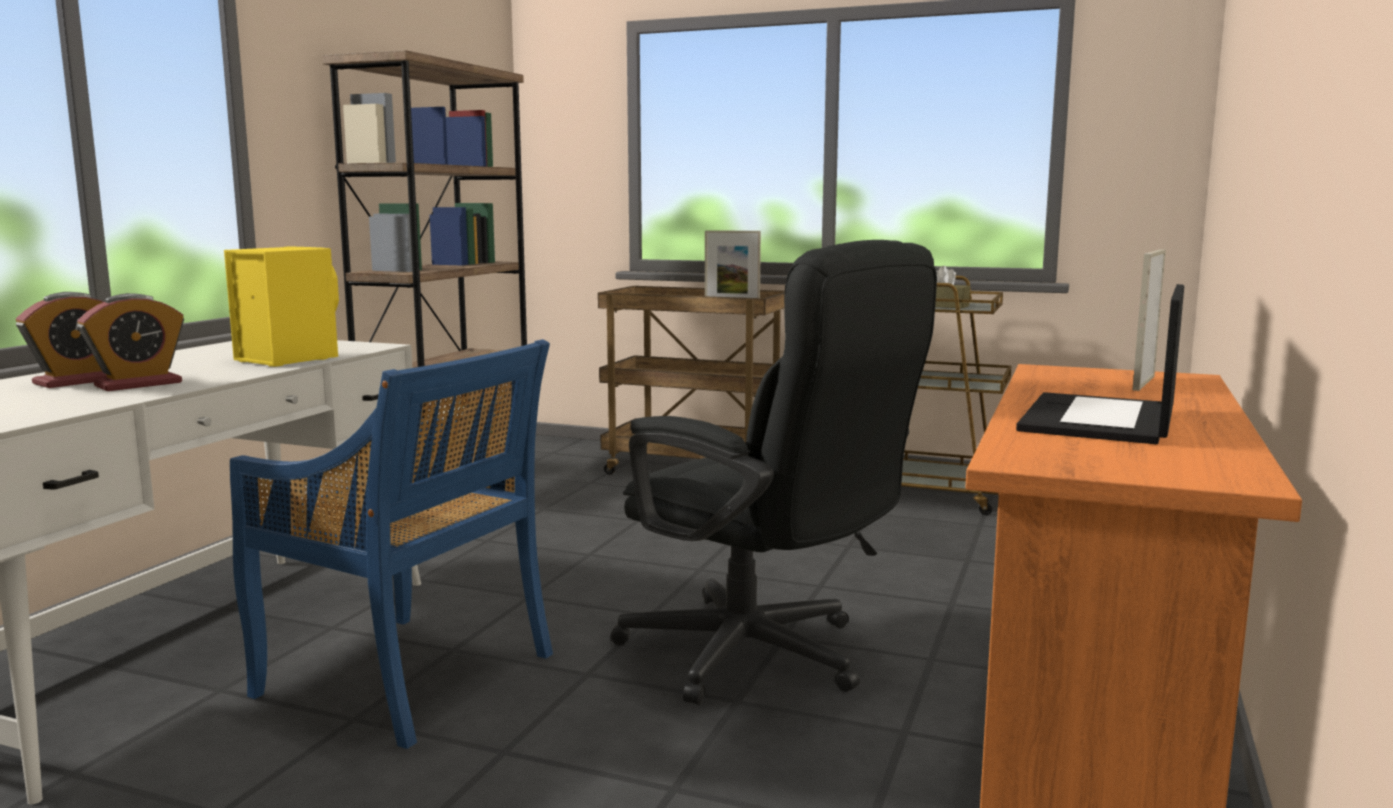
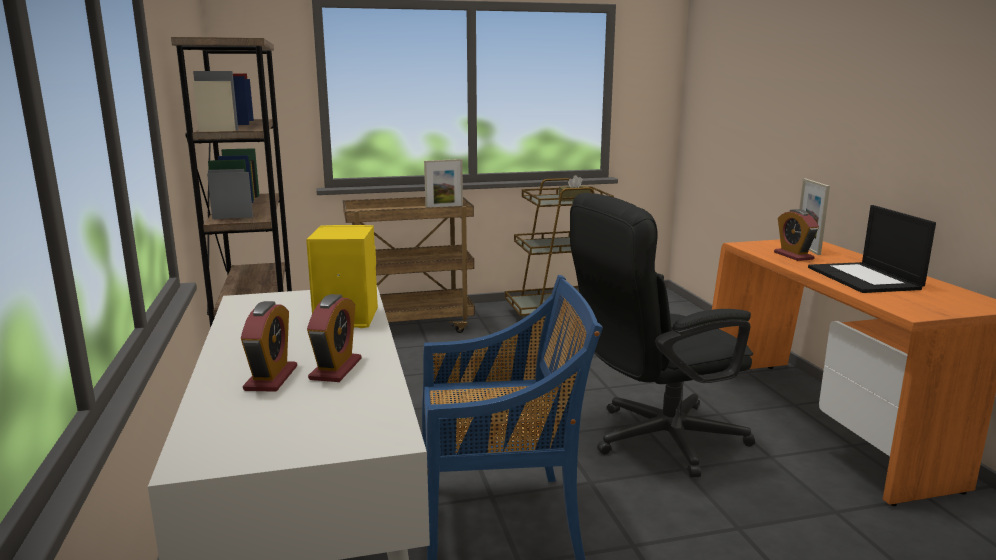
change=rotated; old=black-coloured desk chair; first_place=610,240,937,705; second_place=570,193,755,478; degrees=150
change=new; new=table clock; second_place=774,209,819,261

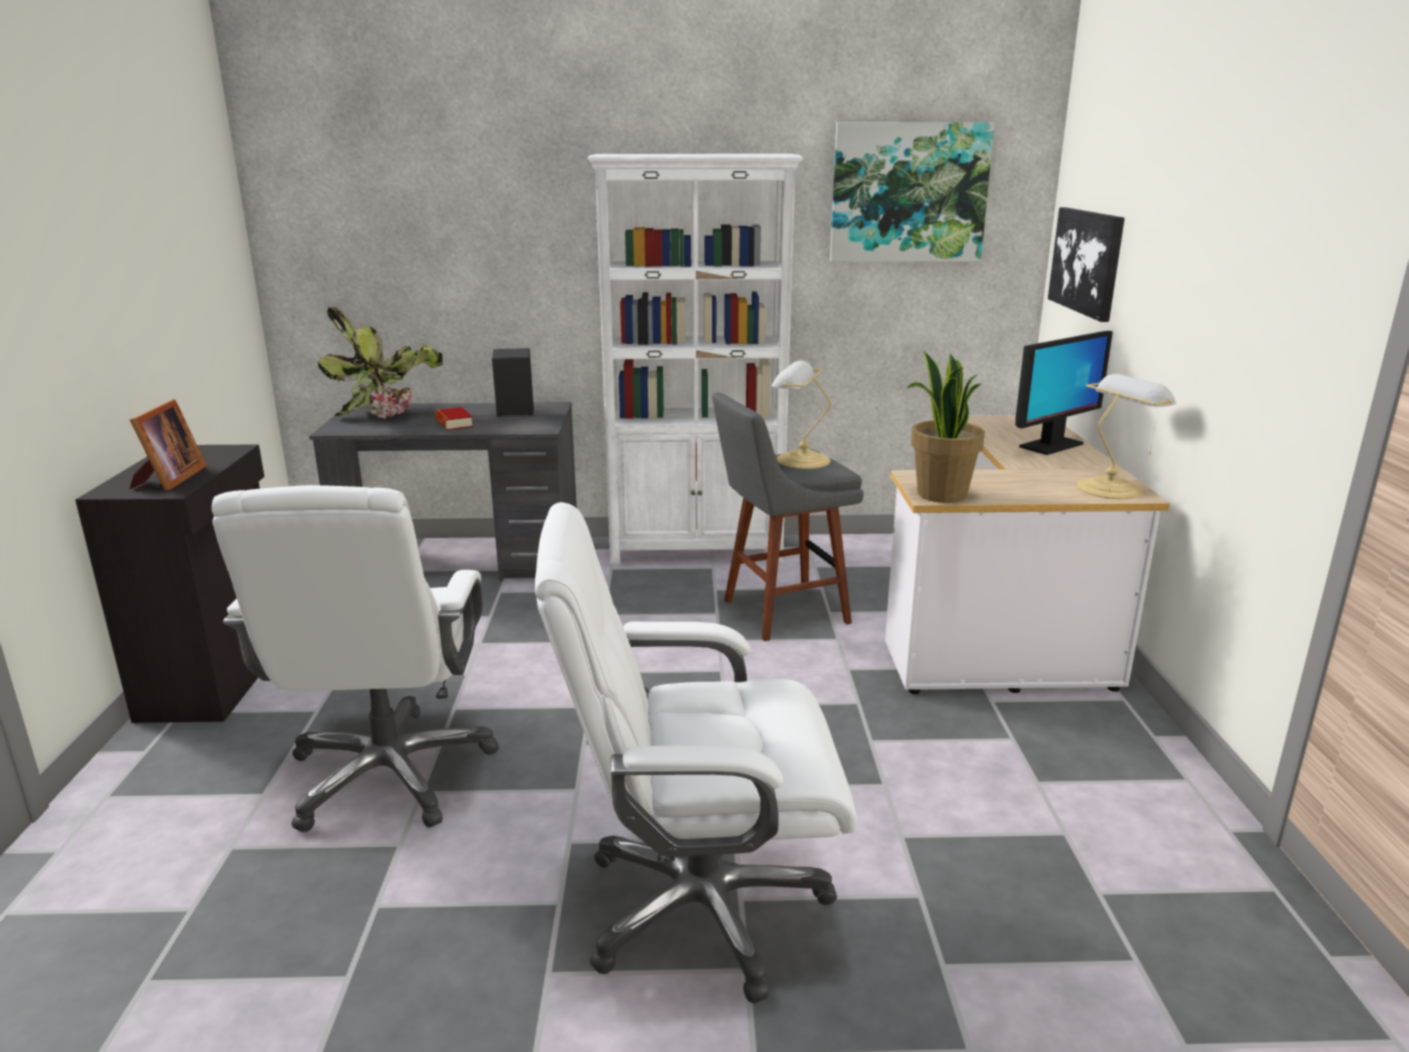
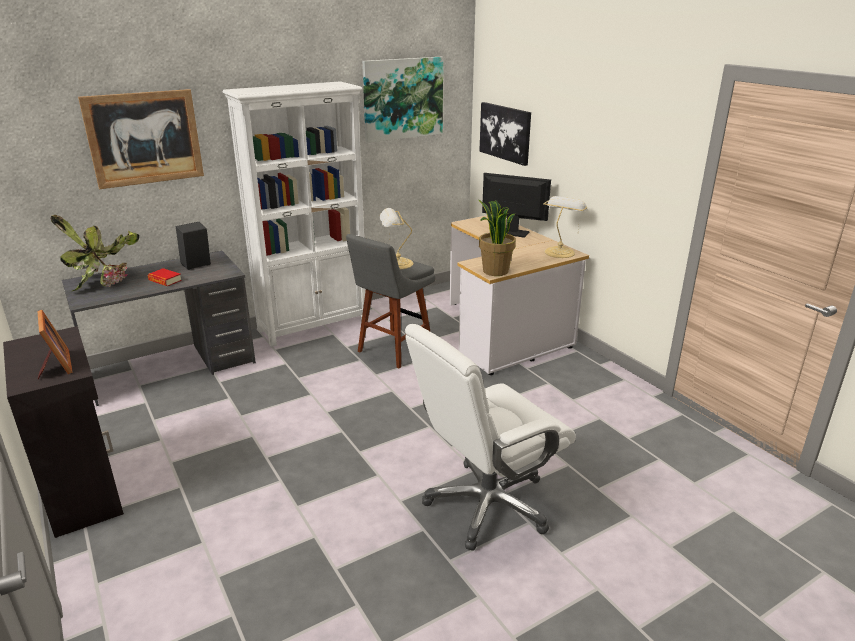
change=new; new=wall picture; second_place=78,89,204,189
change=rotated; old=computer screen; first_place=1015,331,1113,455; second_place=482,173,551,238; degrees=-90
change=gone; old=whitish desk chair; first_place=212,485,499,832

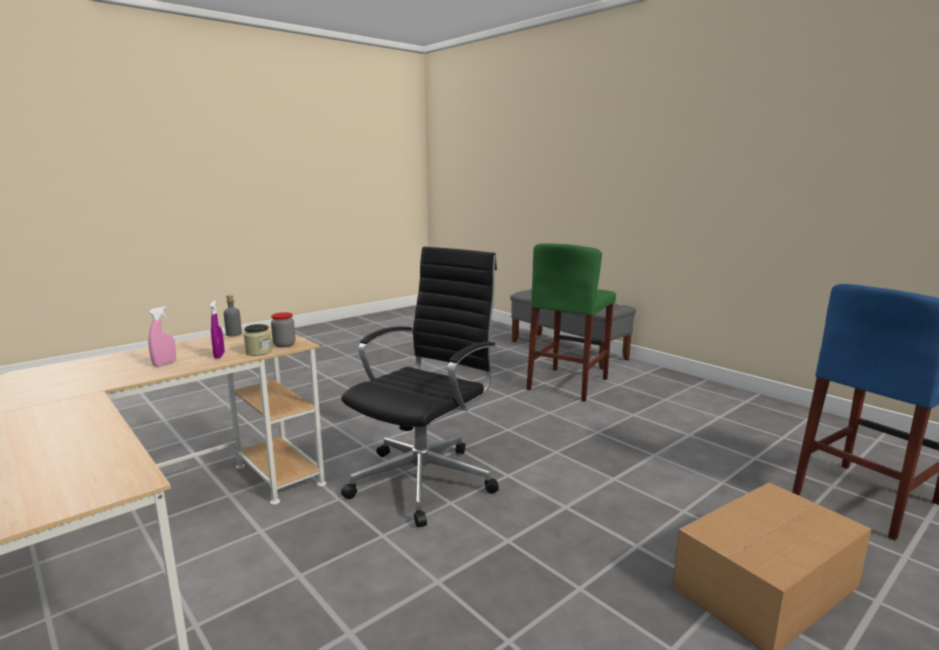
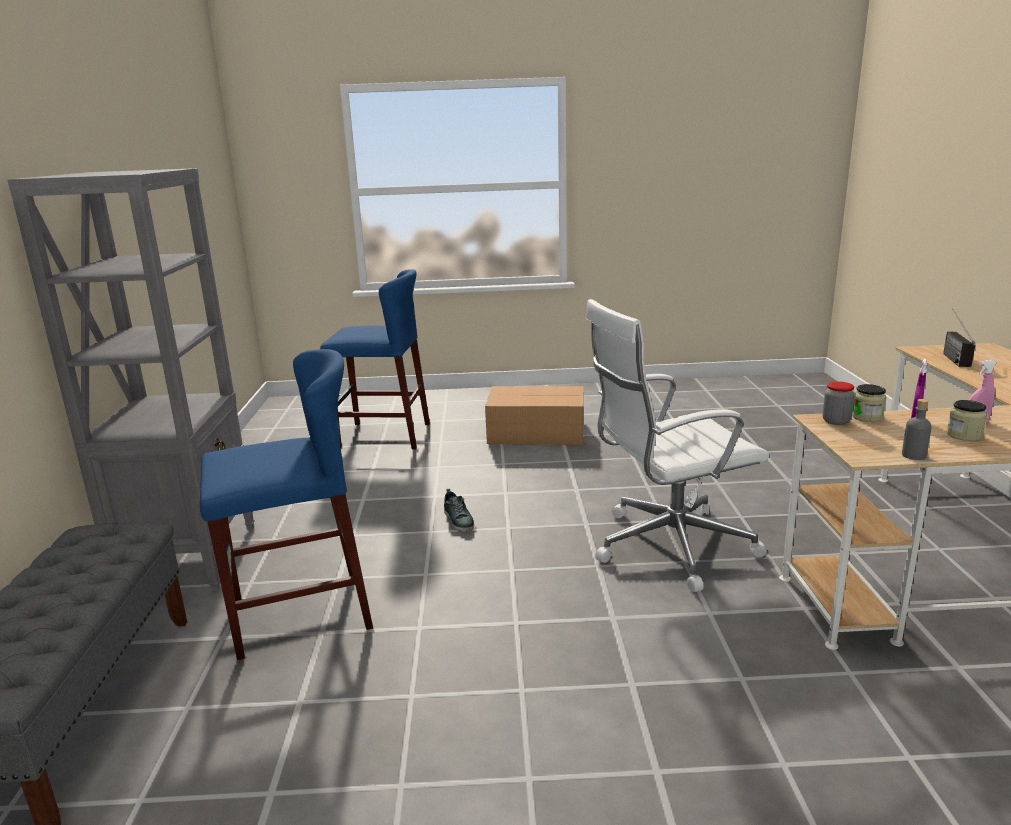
change=new; new=greyish shelving unit; second_place=7,168,255,591
change=repainted; old=green stool seat; new=blue-coloured stool seat; first_place=527,243,616,402; second_place=200,349,373,660
change=new; new=item of footwear; second_place=444,489,474,532
change=repainted; old=black-coloured desk chair; new=whitish desk chair; first_place=341,247,499,527; second_place=585,299,769,592
change=new; new=radio; second_place=943,308,975,367
change=new; new=jar; second_place=947,400,987,441

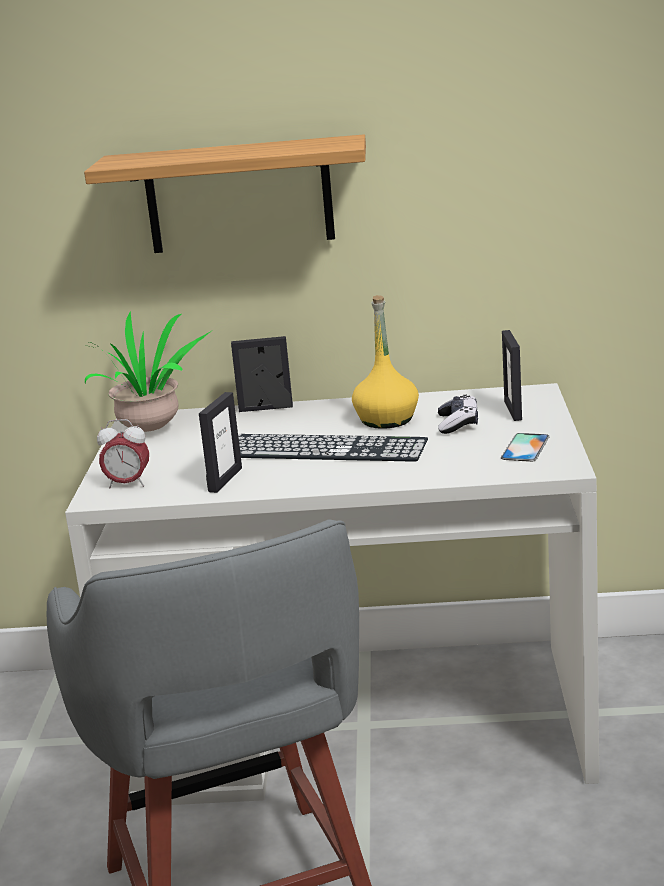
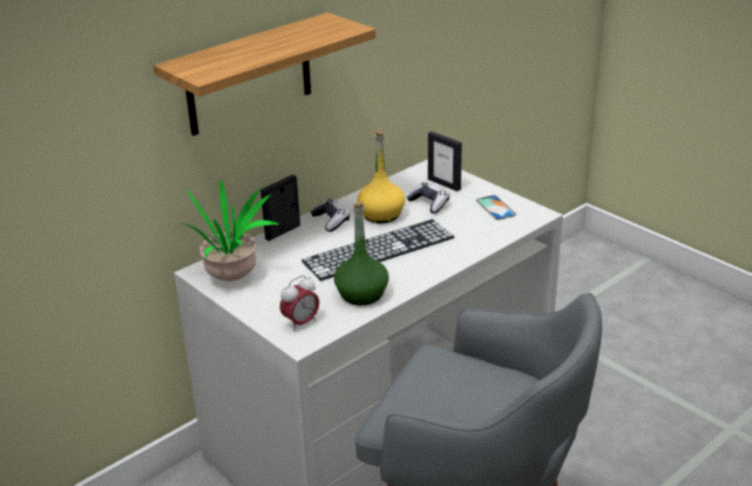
change=new; new=game controller; second_place=311,199,350,232
change=swapped; old=standing frame; new=green beverage bottle; first_place=199,392,242,493; second_place=334,202,389,305

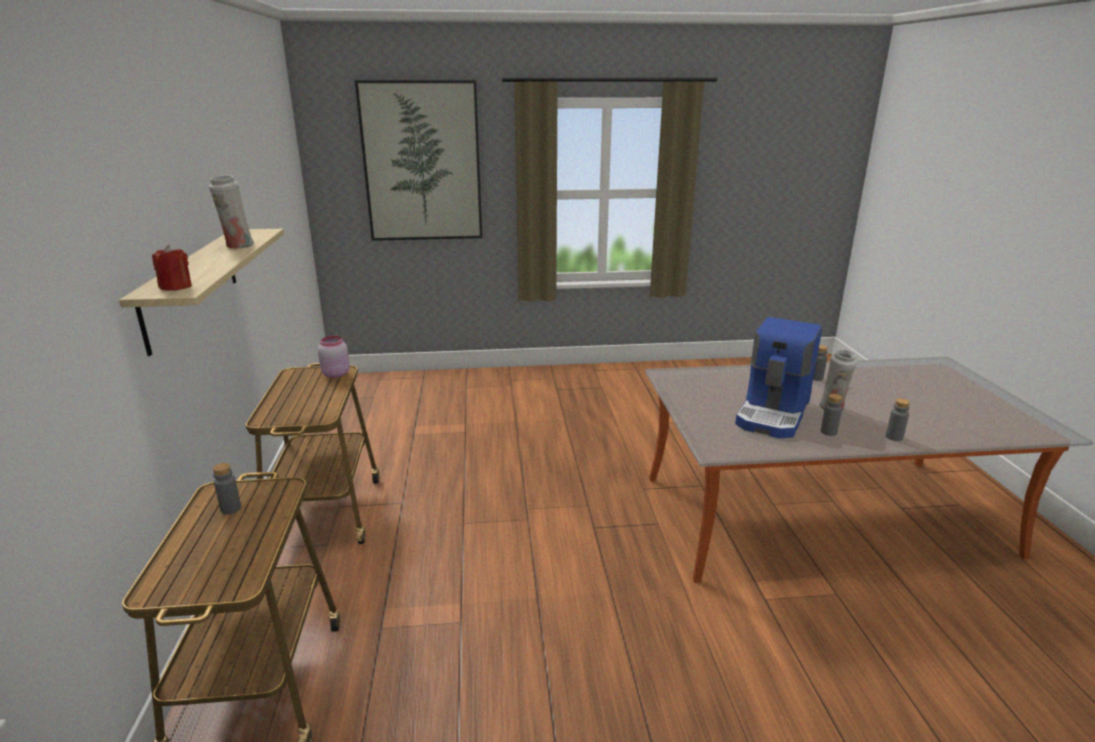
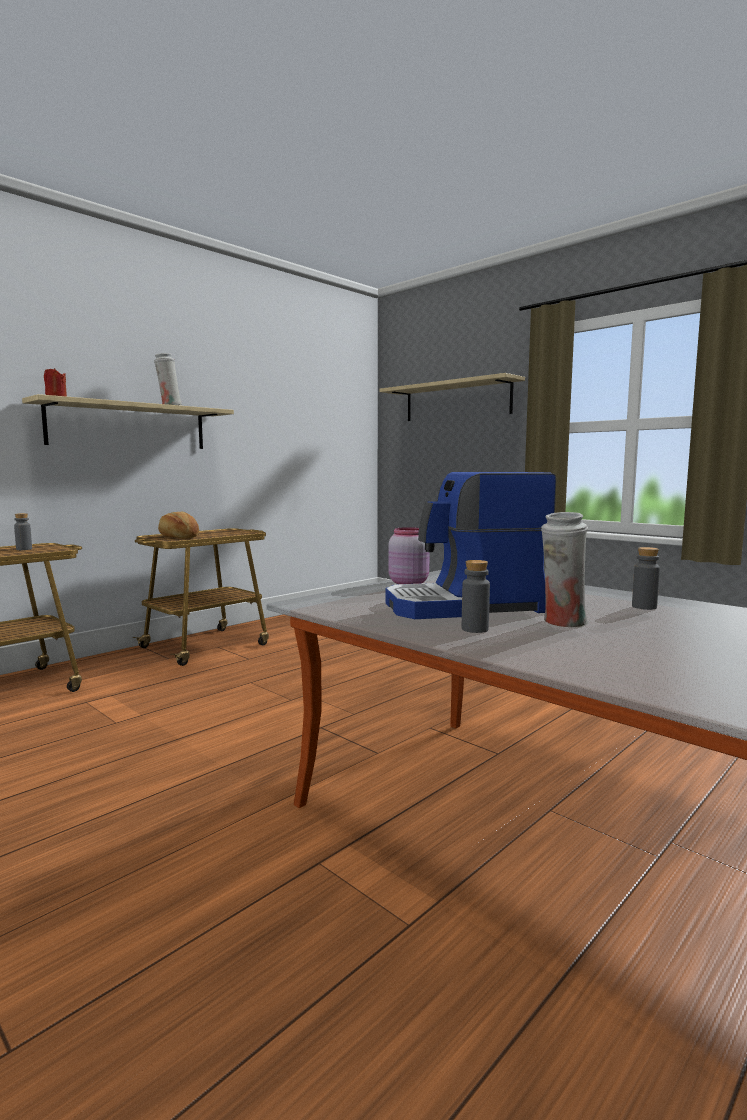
change=new; new=bread; second_place=158,512,199,539
change=swapped; old=wall picture; new=wall shelf; first_place=355,80,482,241; second_place=379,373,525,421
change=shifted; old=pink-coloured jar; first_place=318,336,350,378; second_place=388,527,430,584
change=gone; old=greyish beverage bottle; first_place=886,398,910,441

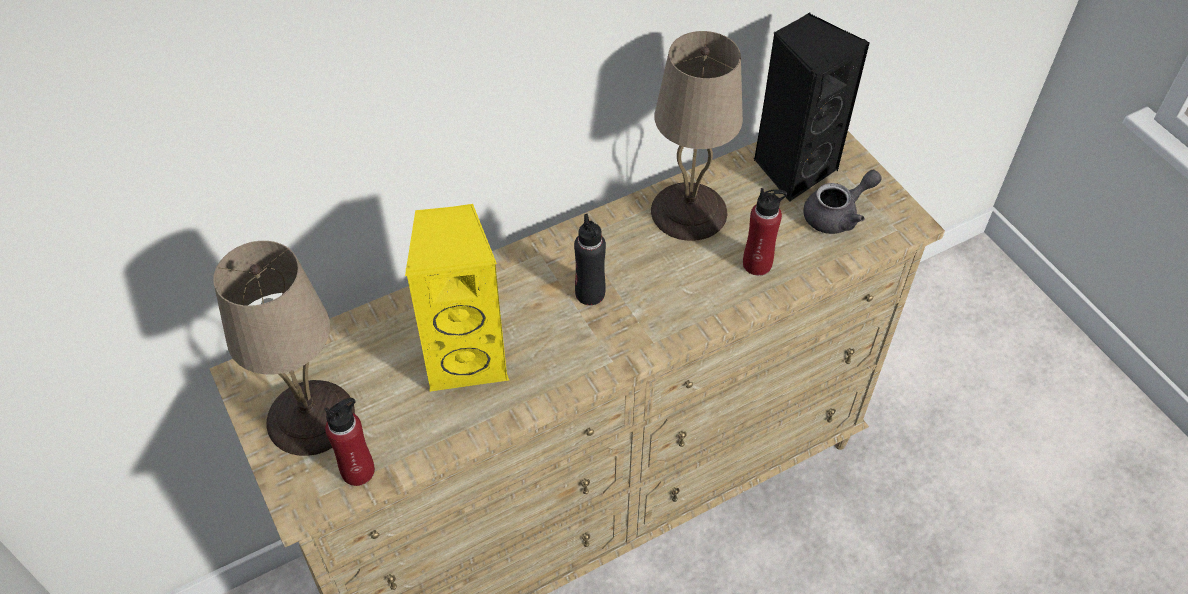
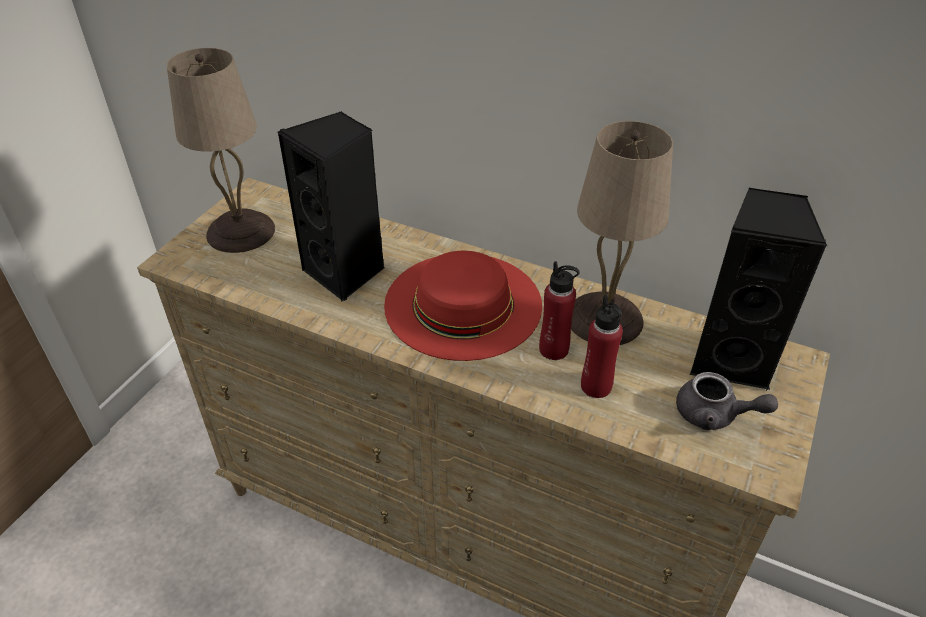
change=repainted; old=yellow-coloured audio speaker; new=black-coloured audio speaker; first_place=405,204,509,392; second_place=277,111,384,302
change=swapped; old=black-coloured beverage bottle; new=red-coloured clothing hat; first_place=574,214,606,305; second_place=384,251,542,361
change=shifted; old=red-coloured beverage bottle; first_place=325,398,375,486; second_place=539,261,580,360

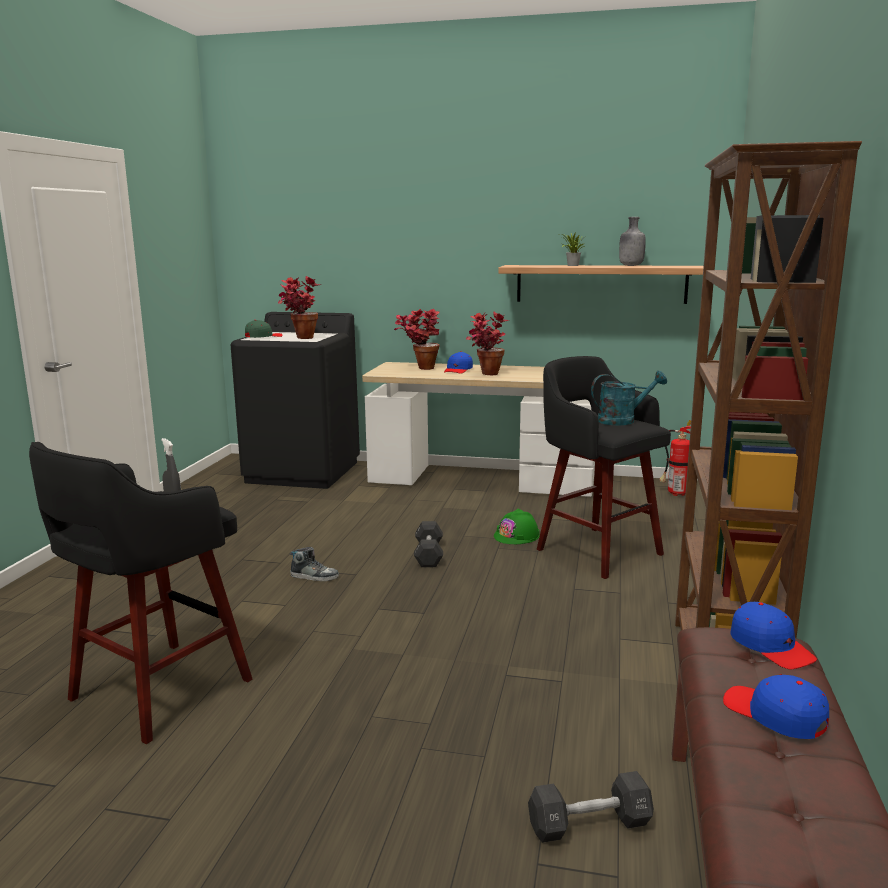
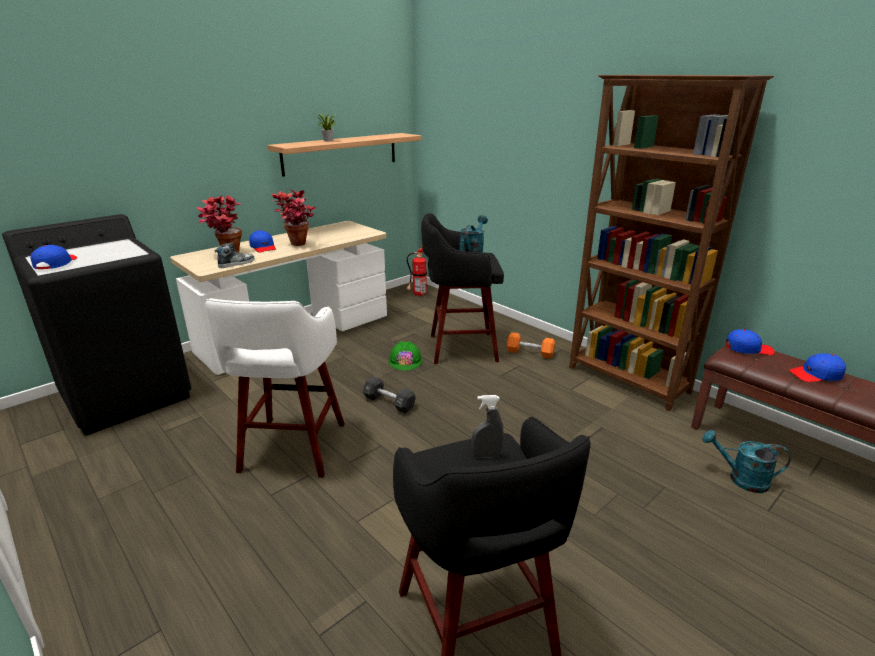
change=repainted; old=green cap; new=blue-coloured cap; first_place=245,320,283,338; second_place=30,245,77,269
change=new; new=whitish stool seat; second_place=205,298,345,478
change=shifted; old=item of footwear; first_place=290,547,339,581; second_place=215,243,255,268
change=new; new=orangey dumbbell; second_place=507,332,555,359
change=swapped; old=black-coloured dumbbell; new=turquoise-coloured watering pot; first_place=528,771,654,843; second_place=702,430,791,493
change=gone; old=houseplant; first_place=278,276,321,339
change=gone; old=greyish beverage bottle; first_place=619,217,646,266

